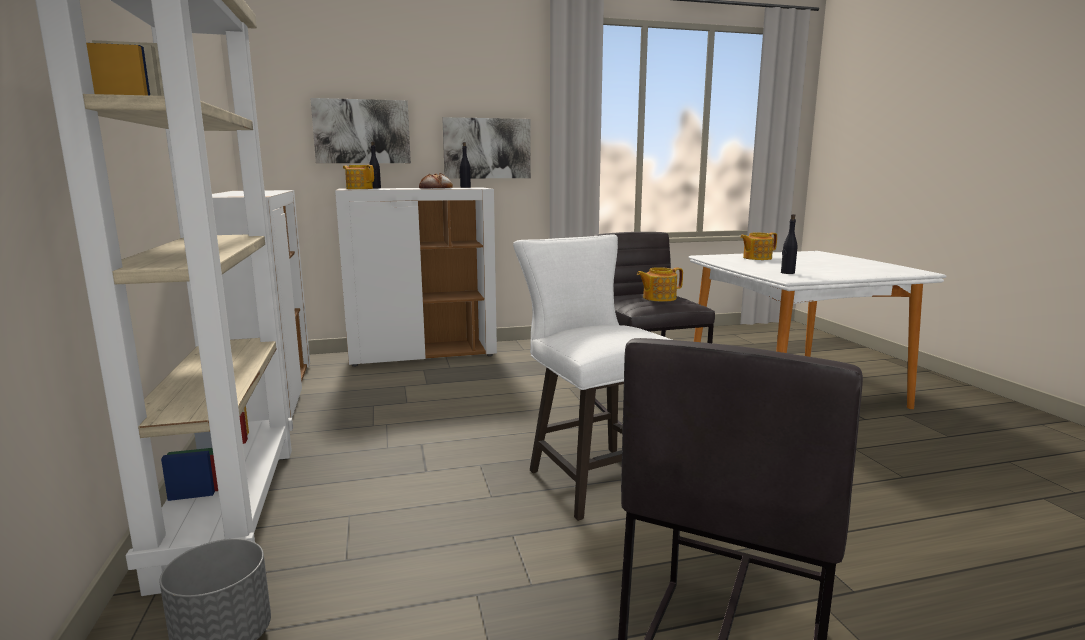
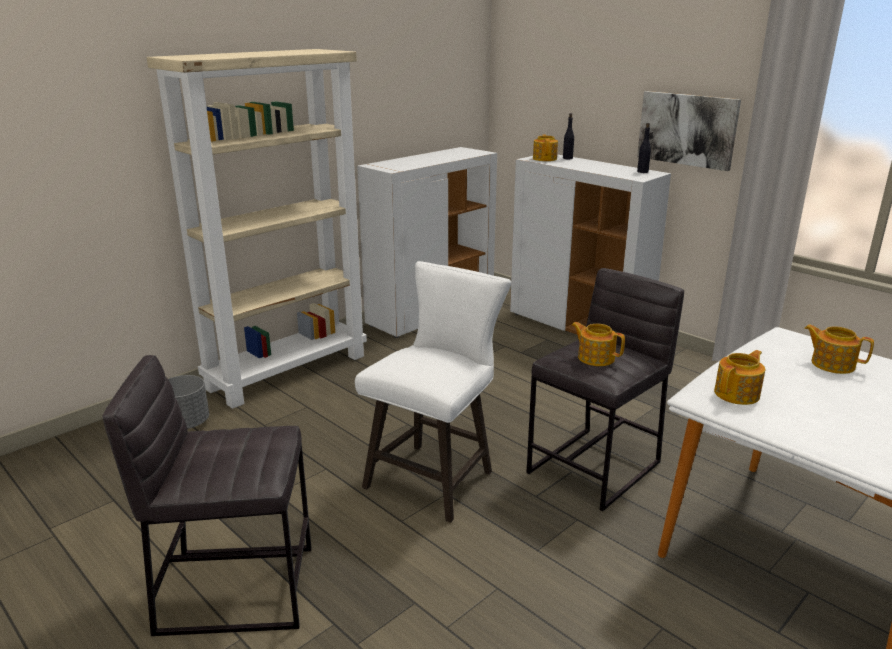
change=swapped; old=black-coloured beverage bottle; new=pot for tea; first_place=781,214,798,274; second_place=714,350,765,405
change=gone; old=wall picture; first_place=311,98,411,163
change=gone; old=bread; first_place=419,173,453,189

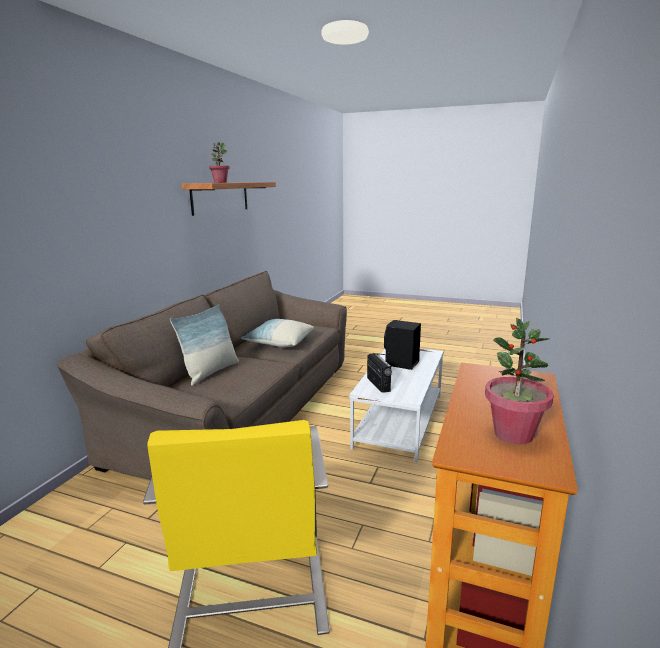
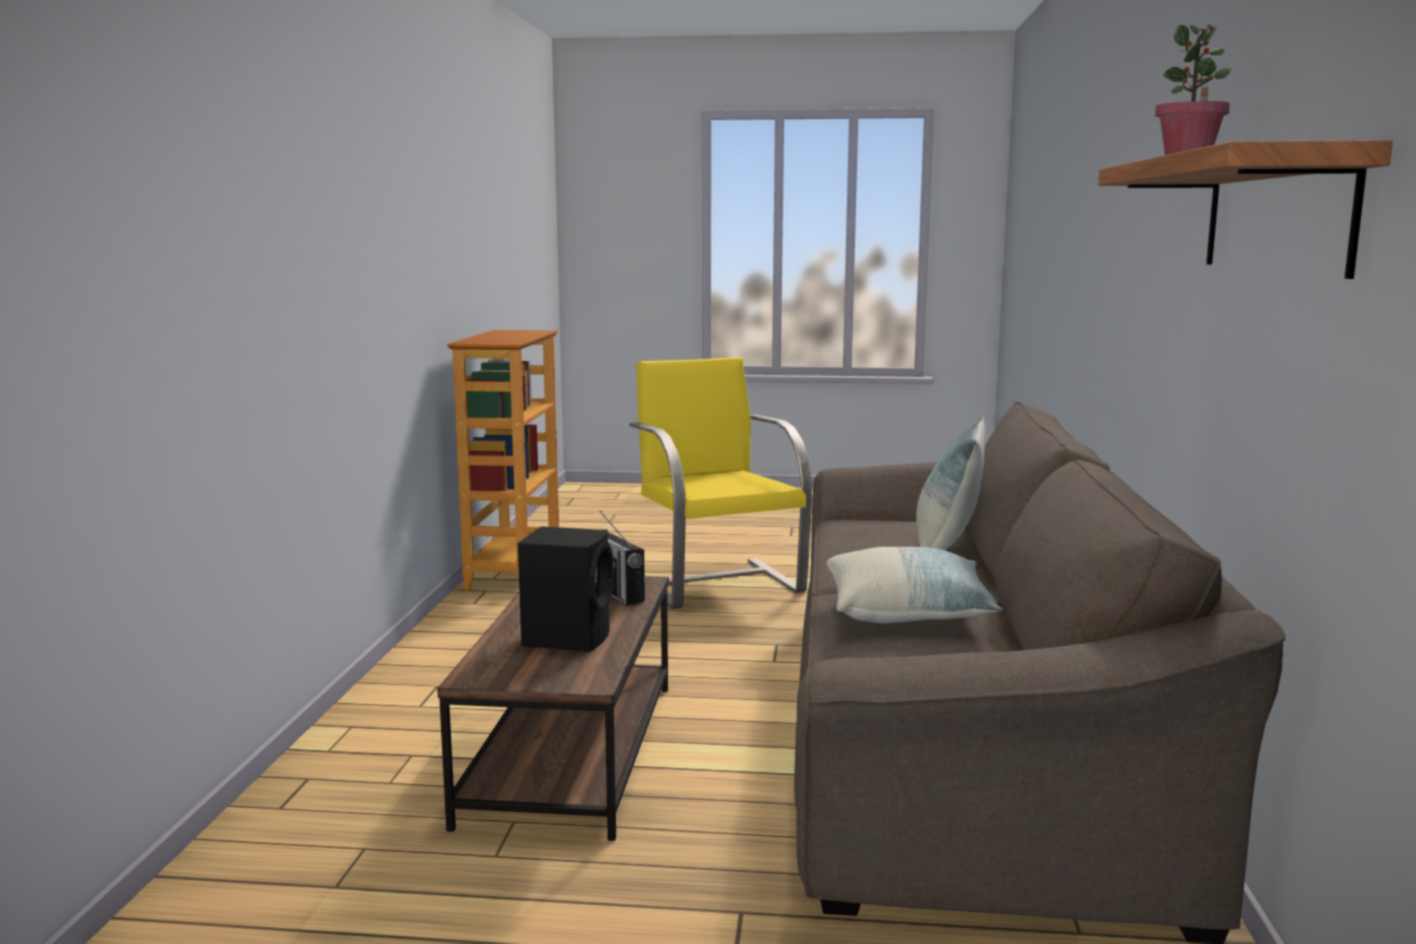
change=repainted; old=whitish coffee table; new=brown-coloured coffee table; first_place=349,348,444,463; second_place=437,576,669,841
change=gone; old=houseplant; first_place=485,318,554,444

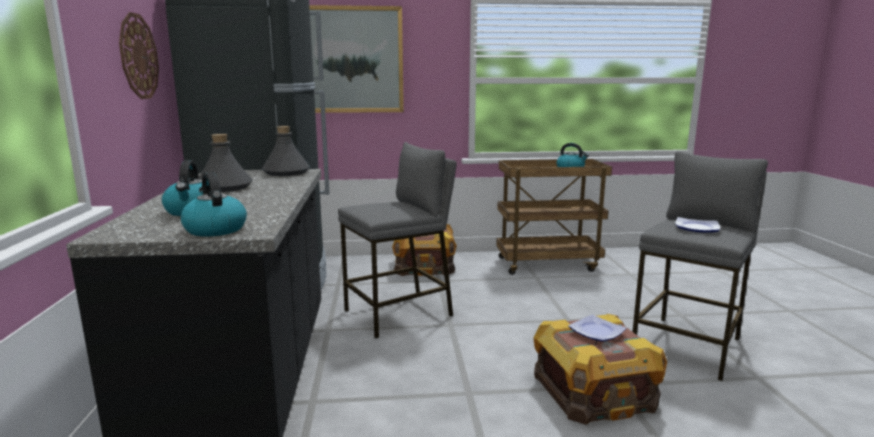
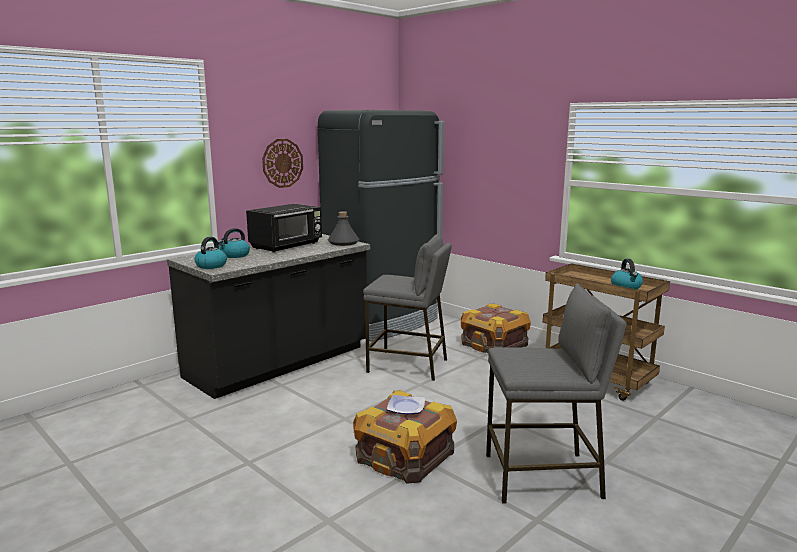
change=swapped; old=greyish beverage bottle; new=black-coloured microwave; first_place=199,134,253,192; second_place=246,204,322,253
change=gone; old=wall picture; first_place=309,5,404,113
change=gone; old=plate; first_place=675,217,720,232

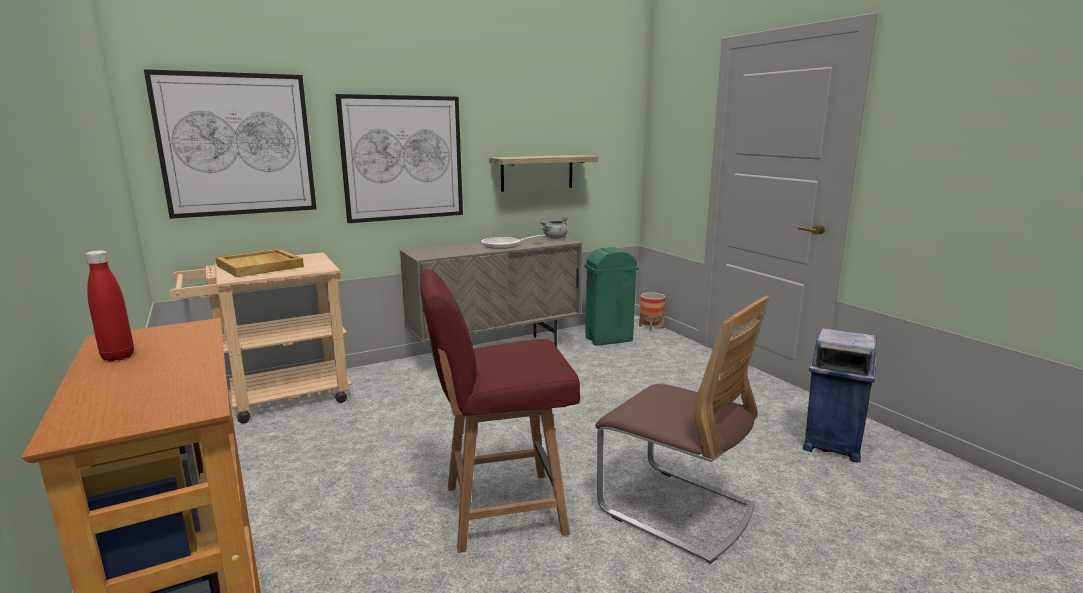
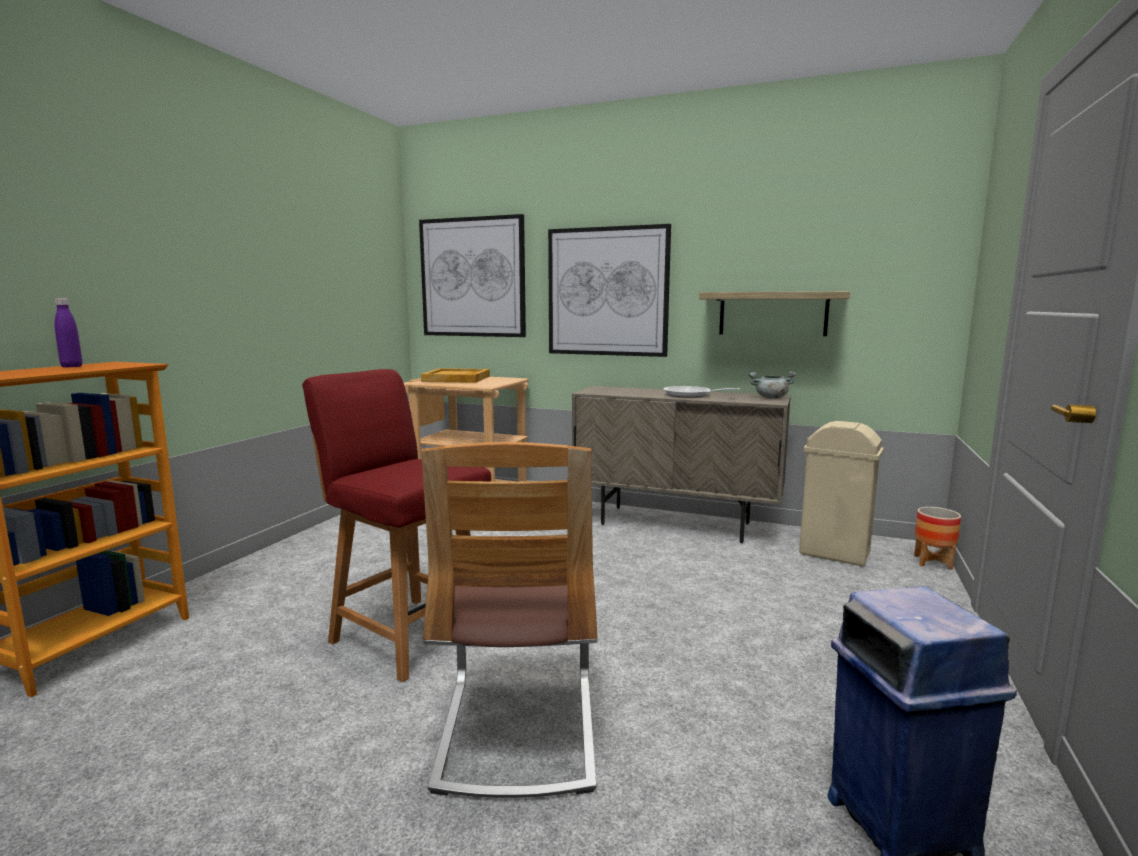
change=repainted; old=red-coloured beverage bottle; new=purplish beverage bottle; first_place=85,250,134,361; second_place=55,298,82,367
change=repainted; old=green waste bin; new=sand-coloured waste bin; first_place=585,247,639,346; second_place=799,421,884,566

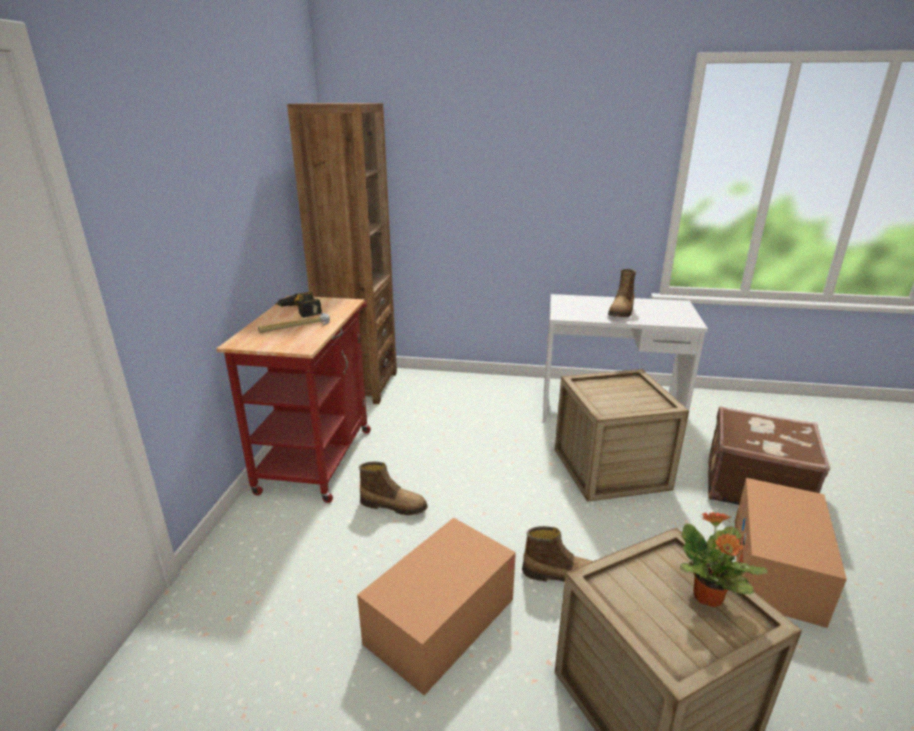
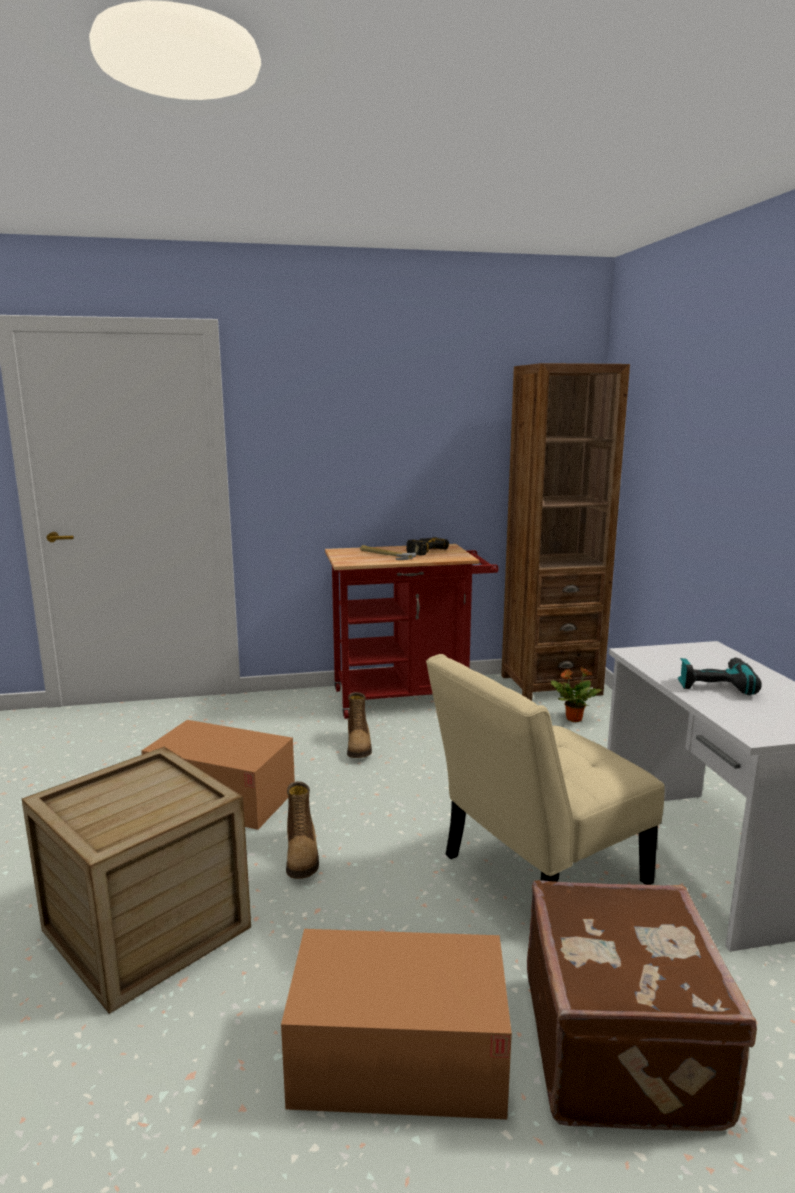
change=swapped; old=crate; new=sand-coloured plain chair; first_place=555,369,689,502; second_place=426,654,665,885
change=shifted; old=houseplant; first_place=680,511,768,607; second_place=551,667,602,722
change=swapped; old=tall boot; new=electric drill; first_place=608,269,636,317; second_place=678,657,762,695

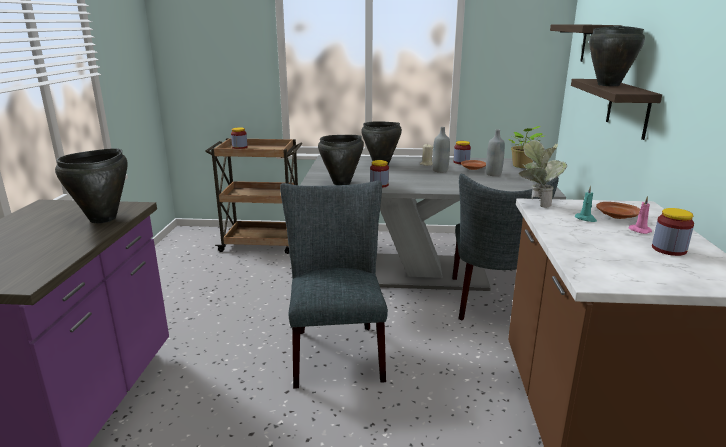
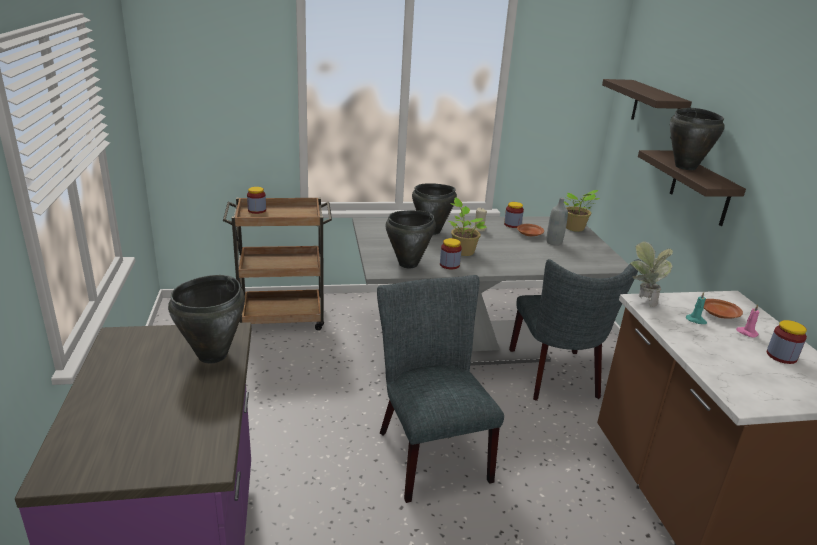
change=new; new=houseplant; second_place=449,197,487,256
change=gone; old=greyish beverage bottle; first_place=433,127,450,173

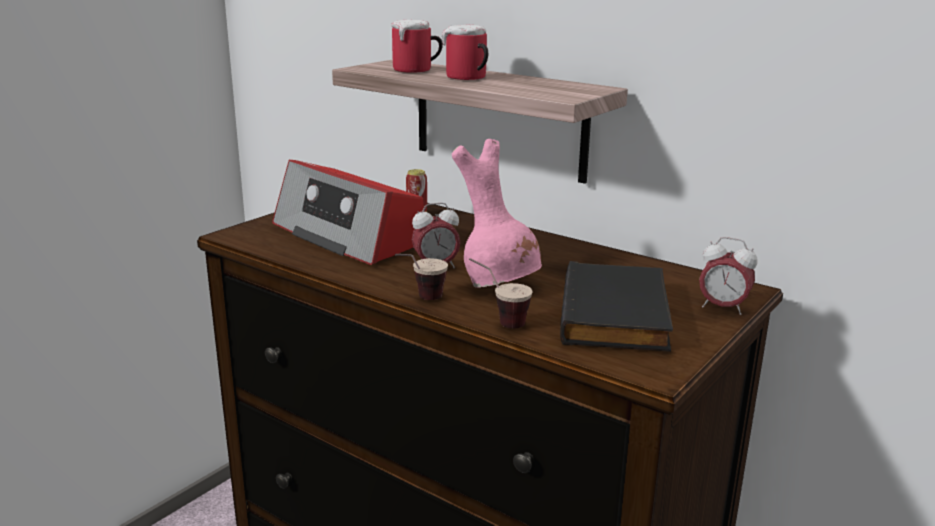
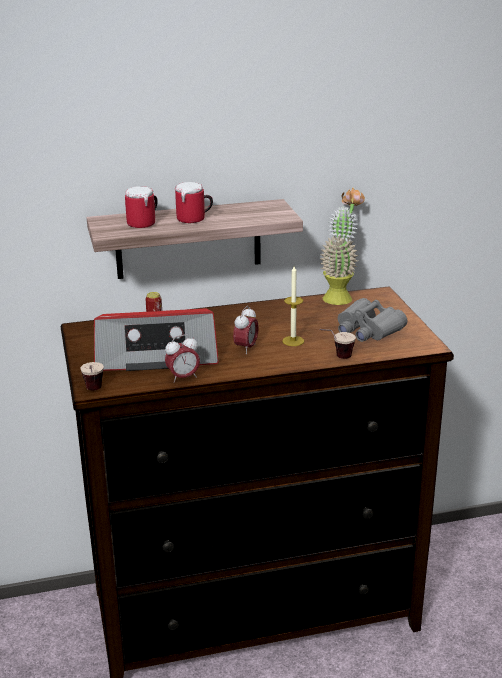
change=shifted; old=drinking cup; first_place=395,254,448,300; second_place=80,362,104,390
change=shifted; old=table clock; first_place=699,237,757,315; second_place=165,334,200,383
change=swapped; old=pink-coloured decorative vase; new=wax candle; first_place=452,139,542,288; second_place=282,266,304,346
change=new; new=houseplant; second_place=320,188,365,305
change=swapped; old=black-coloured book; new=greyish field glasses; first_place=560,261,673,352; second_place=338,298,407,342

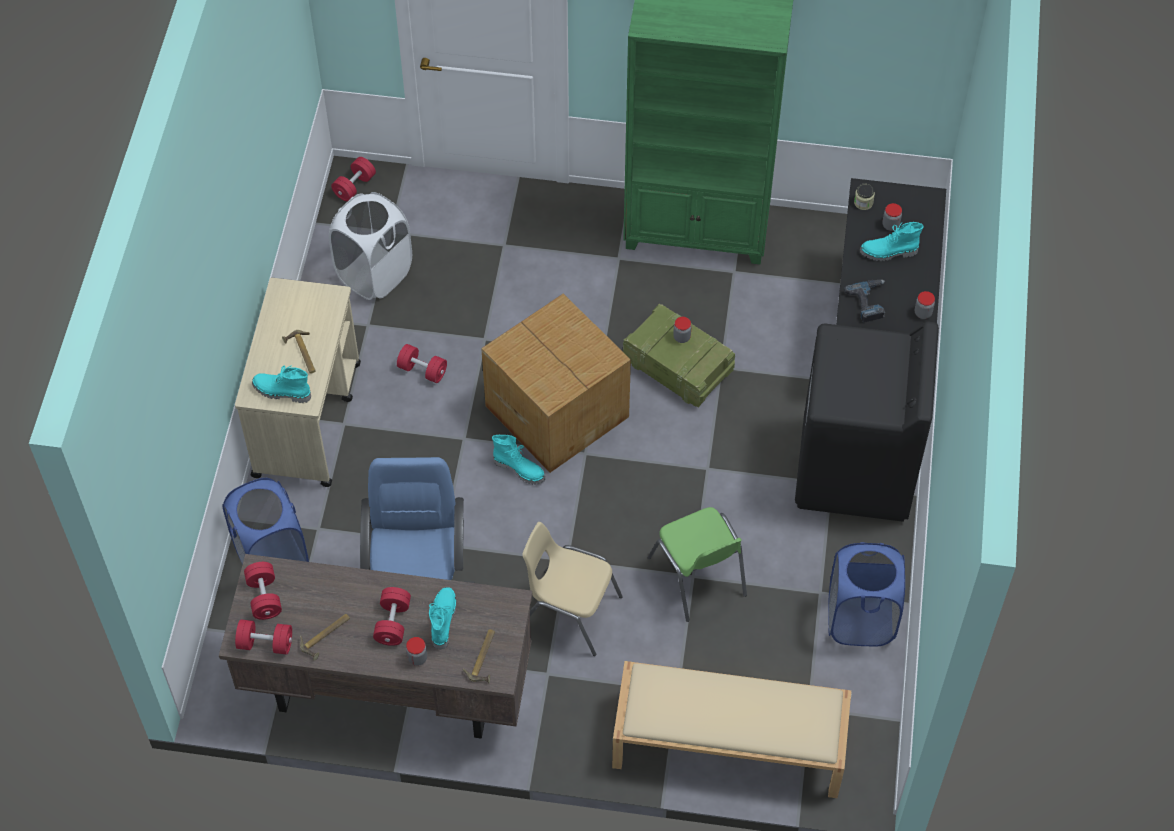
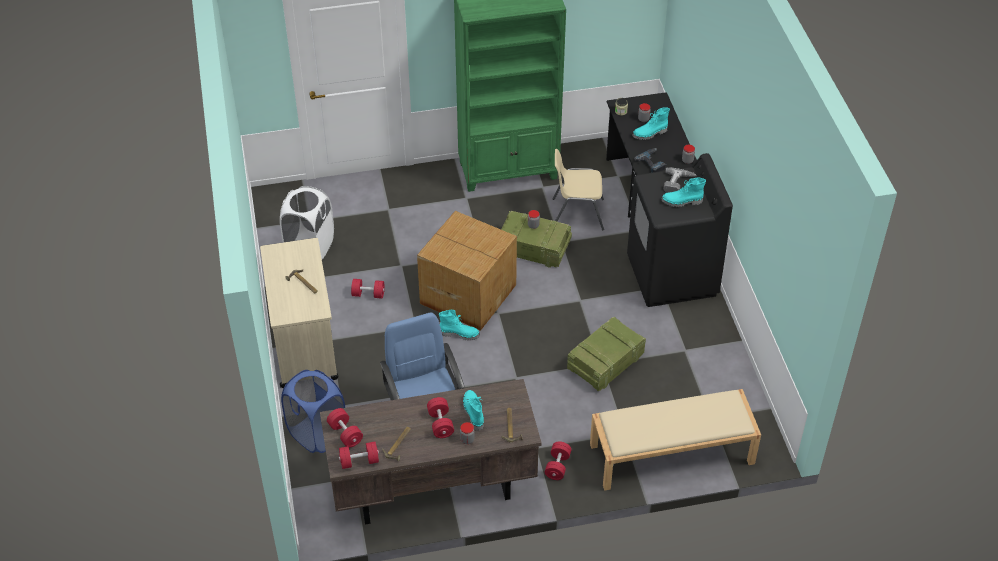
change=shifted; old=red-coloured dumbbell; first_place=331,157,376,201; second_place=545,441,571,480
change=shifted; old=sand-coloured plain chair; first_place=522,522,623,656; second_place=553,149,604,230
change=swapped; old=green plain chair; new=crate; first_place=648,507,747,622; second_place=567,316,646,391
change=shifted; old=turquoise-coloured tall boot; first_place=252,365,311,403; second_place=661,178,706,207
change=new; new=electric drill; second_place=664,167,697,192
change=gone; old=blue-coloured laundry basket; first_place=828,542,905,646

